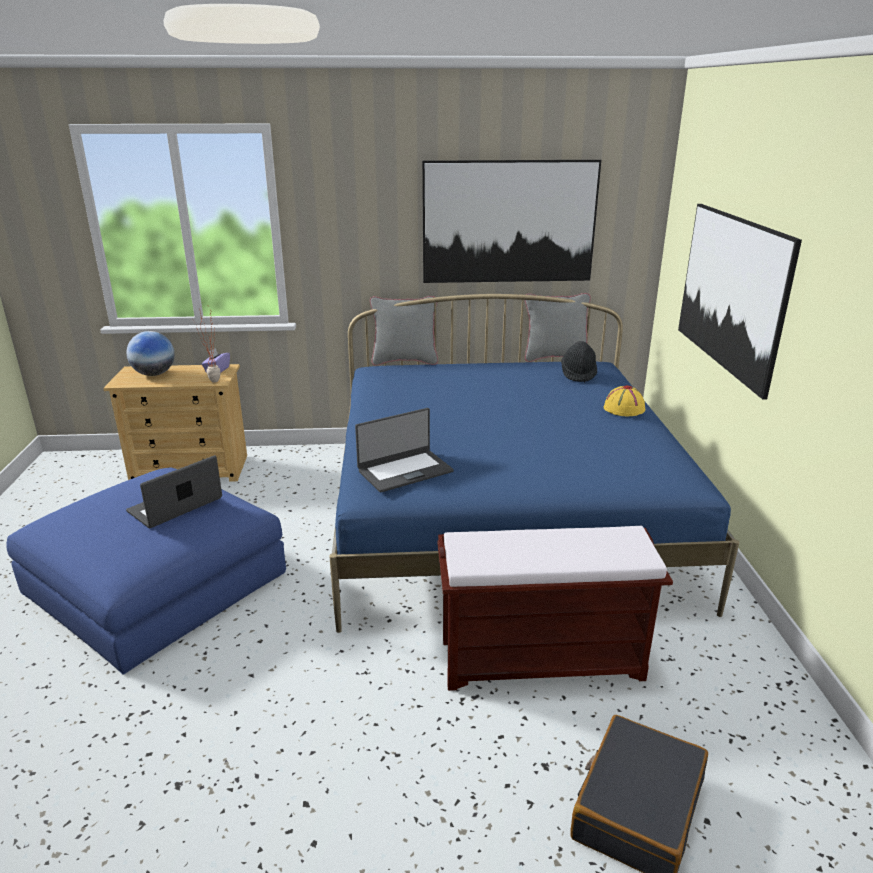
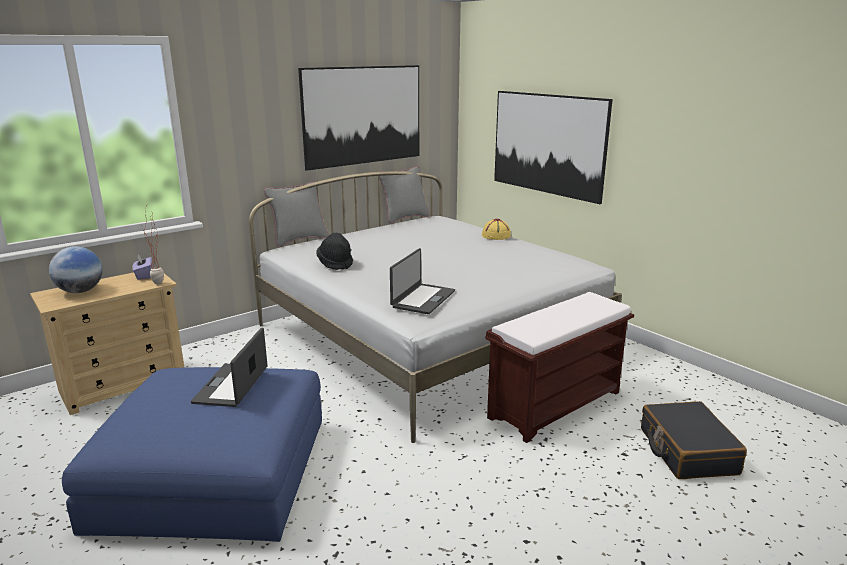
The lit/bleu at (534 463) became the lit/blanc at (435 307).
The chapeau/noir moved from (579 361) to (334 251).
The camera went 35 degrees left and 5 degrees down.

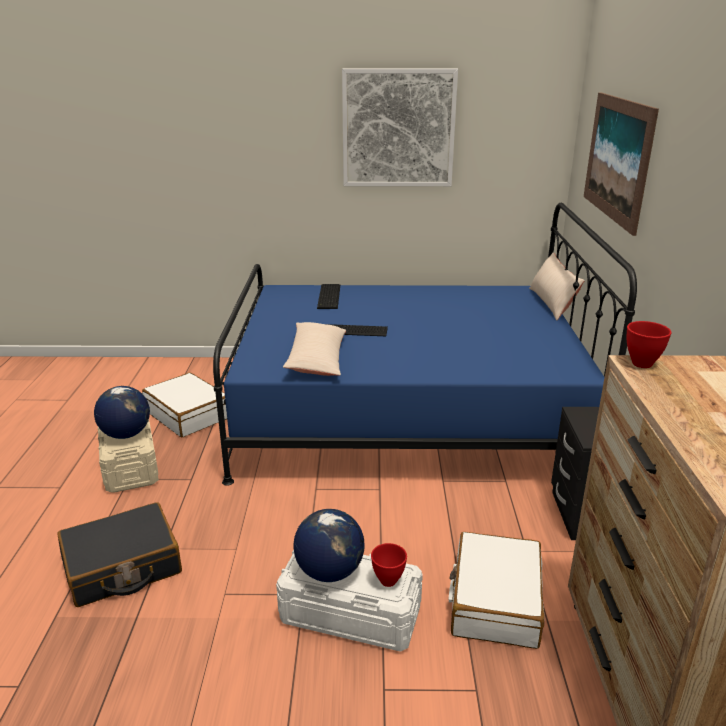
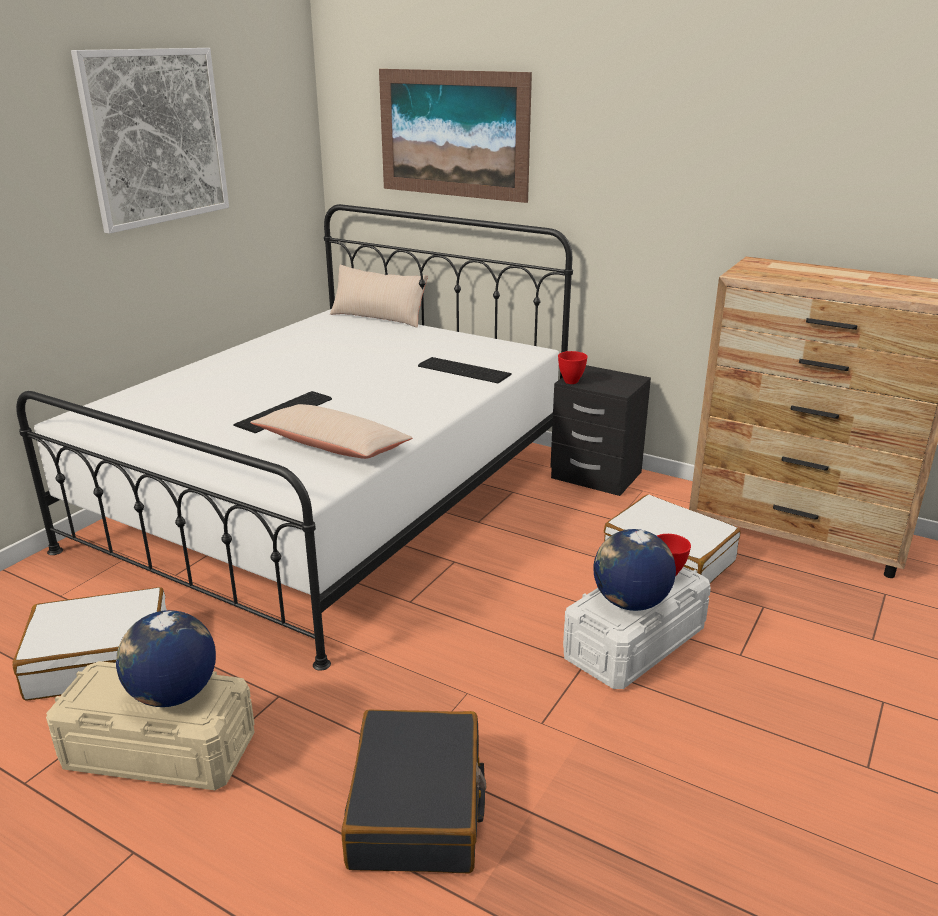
The lit/bleu at (425 344) became the lit/blanc at (294 437).
The clavier moved from (328 296) to (465 370).
The bol/rouge moved from (649 344) to (572 367).
The camera went 60 degrees left and 0 degrees up.

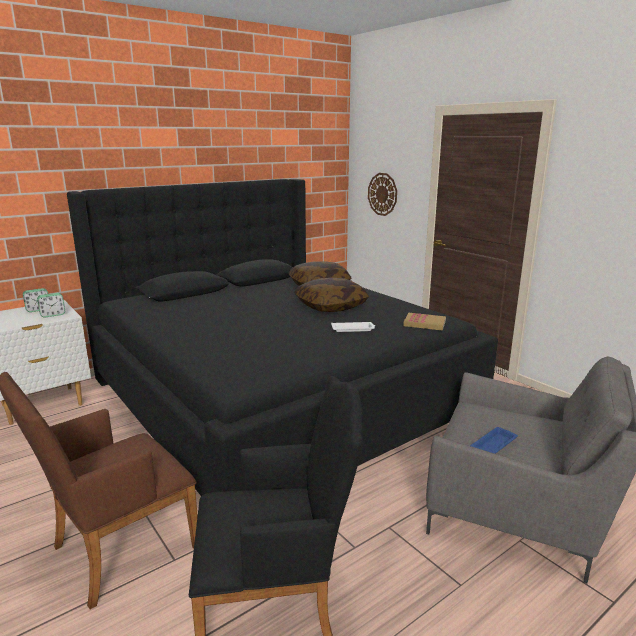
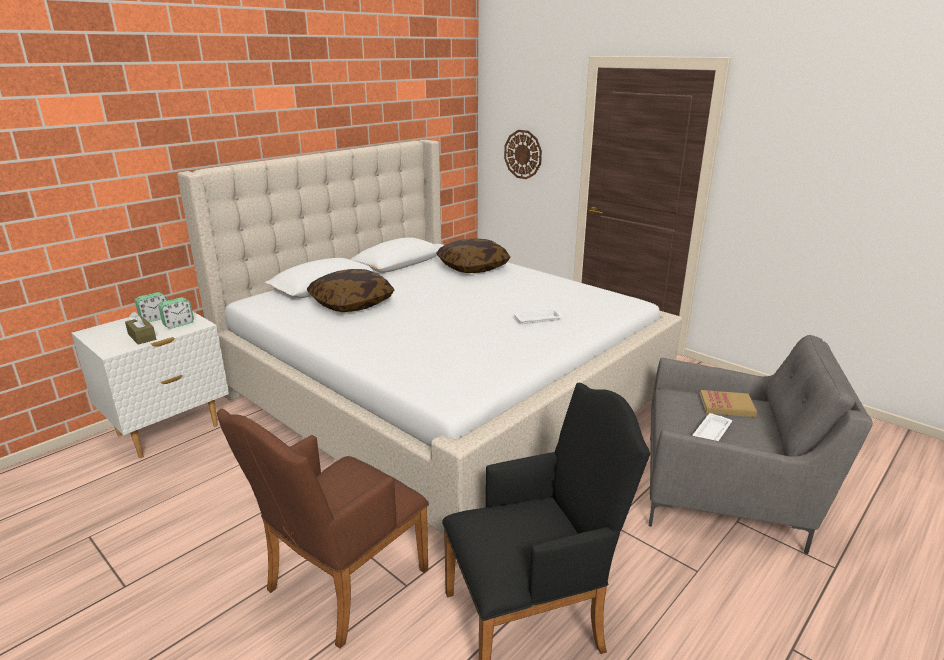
The boîte à mouchoirs/marron at (140 328) appeared.
The lit/noir at (282 337) became the lit/beige at (429 337).
The coussin moved from (331 295) to (350 290).
The plateau/bleu at (494 440) became the plateau/blanc at (712 427).
The livre moved from (424 322) to (728 403).
The camera went 10 degrees left and 5 degrees up.

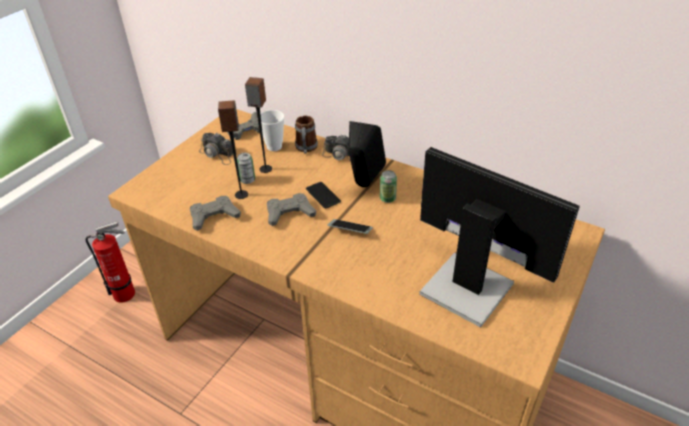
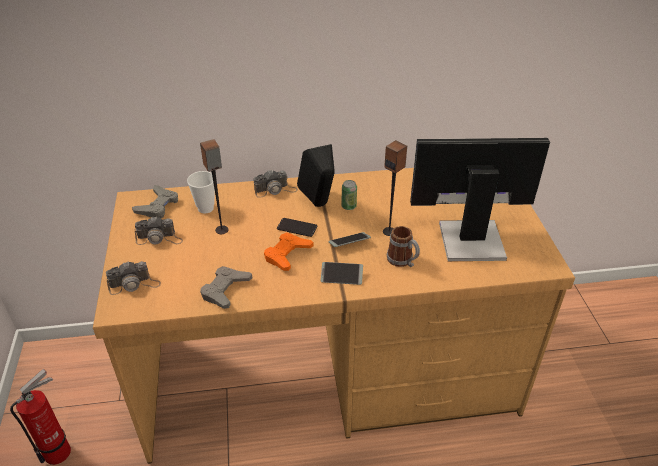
The appareil photo at (133 278) appeared.
The manette/gris at (291 209) became the manette/orange at (288 251).
The téléphone at (342 273) appeared.
The enceinte moved from (233 149) to (395 188).
The mug moved from (306 135) to (403 246).
The boîte métallique at (246 168) disappeared.
The camera went 40 degrees left and 0 degrees up.

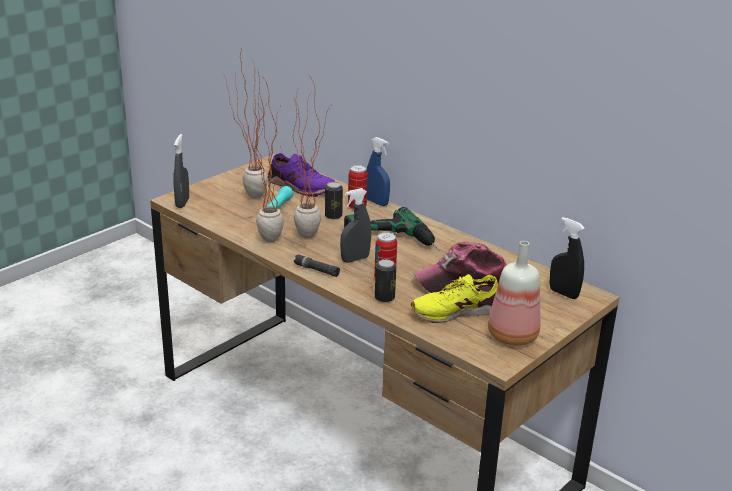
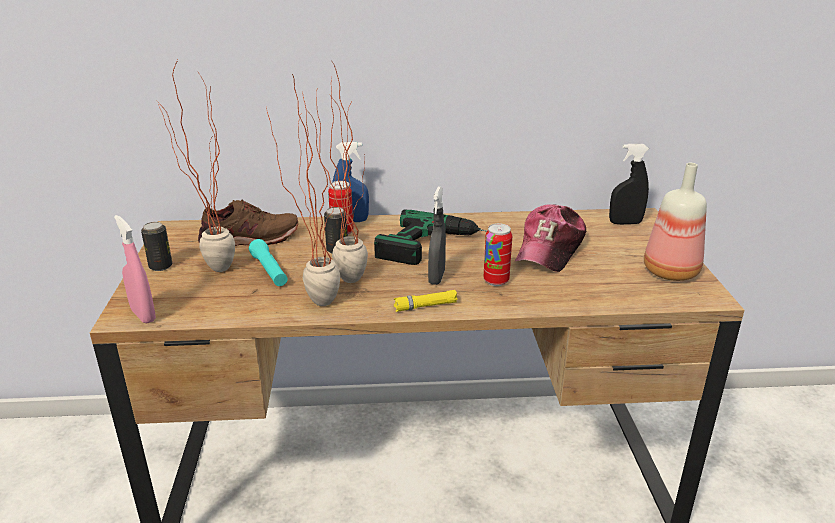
The vaporisateur/gris at (181 171) became the vaporisateur/rose at (135 269).
The boîte métallique moved from (385 281) to (156 246).
The chaussure/violet at (301 175) became the chaussure/marron at (248 223).
The lampe de poche/noir at (317 265) became the lampe de poche/jaune at (426 301).
The chaussure/jaune at (454 298) disappeared.
The camera went 45 degrees left and 0 degrees up.

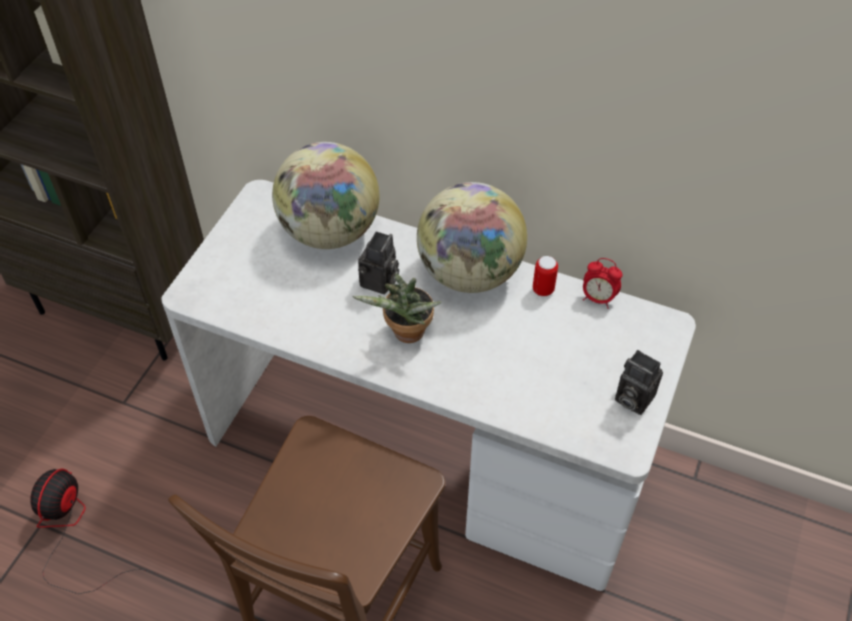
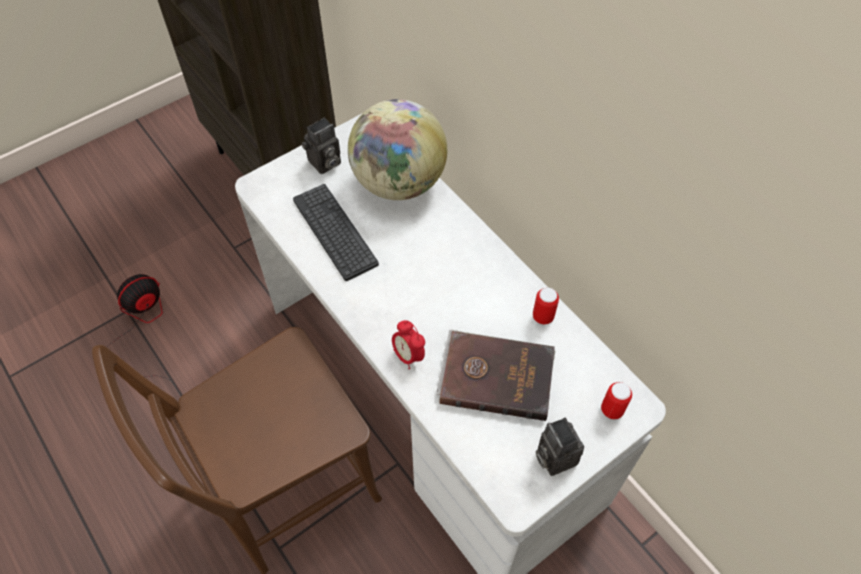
The clavier at (336 232) appeared.
The appareil photo moved from (378 262) to (321 145).
The réveil moved from (602 283) to (408 345).
The livre/marron at (496 375) appeared.
The boîte métallique at (616 401) appeared.
The plante en pot at (397 308) disappeared.
The globe at (472 237) disappeared.
The camera went 30 degrees right and 5 degrees up.

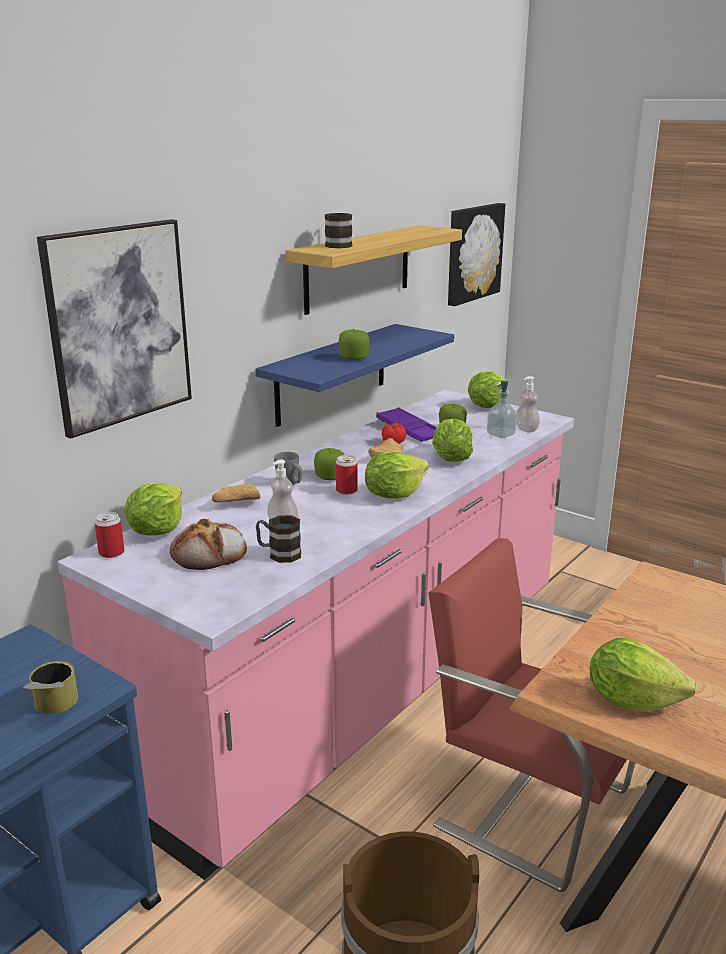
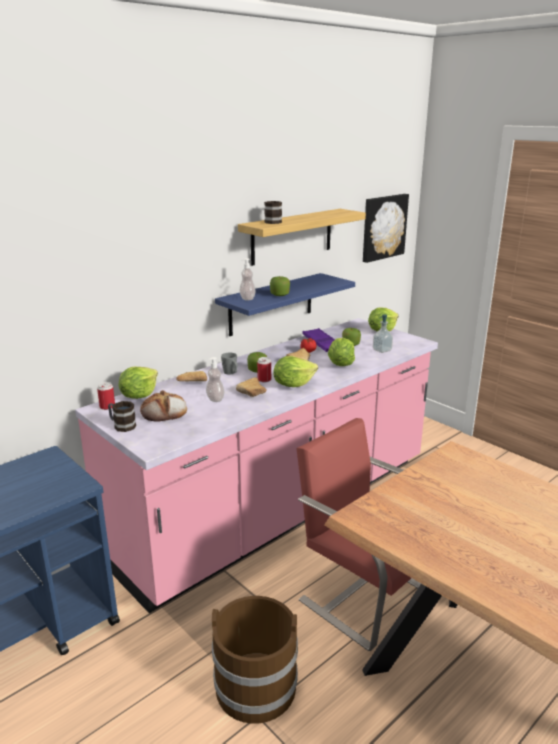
The mug moved from (278 539) to (122 416).
The pain at (251 387) appeared.
The distributeur de savon moved from (528 404) to (247 279).
The boîte métallique at (51 687) disappeared.
The tableau at (114 329) disappeared.
The laitue at (643 674) disappeared.
The camera went 10 degrees right and 0 degrees up.

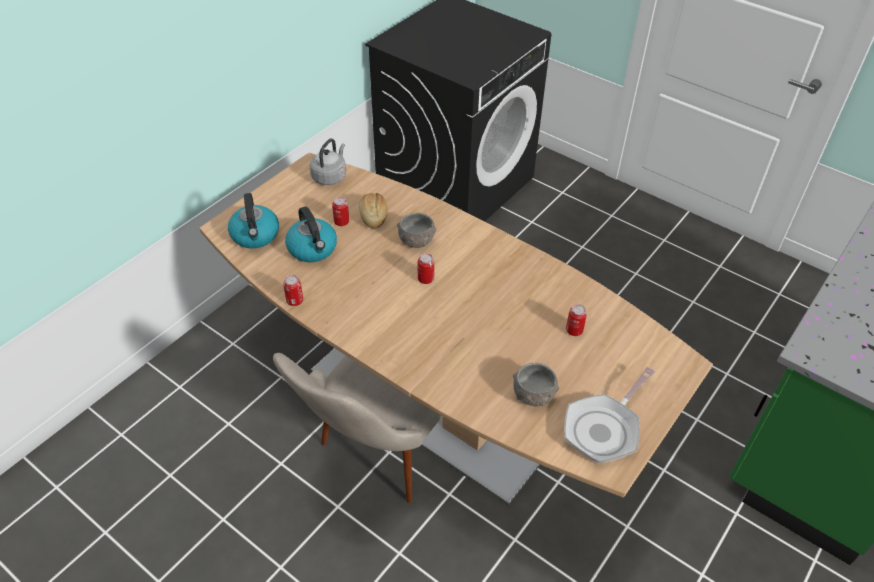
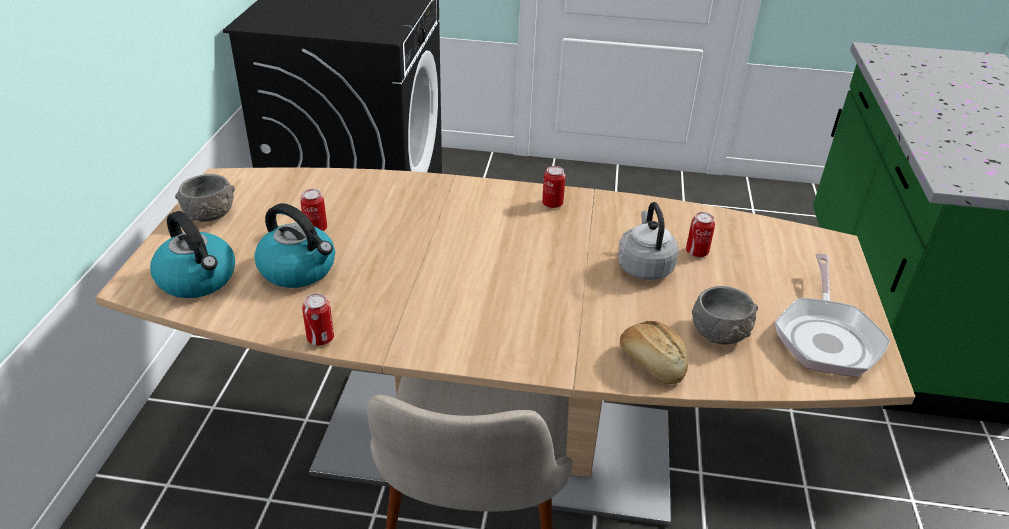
The bol/gris moved from (416 230) to (205 198).
The boîte métallique moved from (426 268) to (554 187).
The bouilloire/gris moved from (328 162) to (648 241).
The pain moved from (373 211) to (654 352).
The camera went 30 degrees left and 10 degrees down.

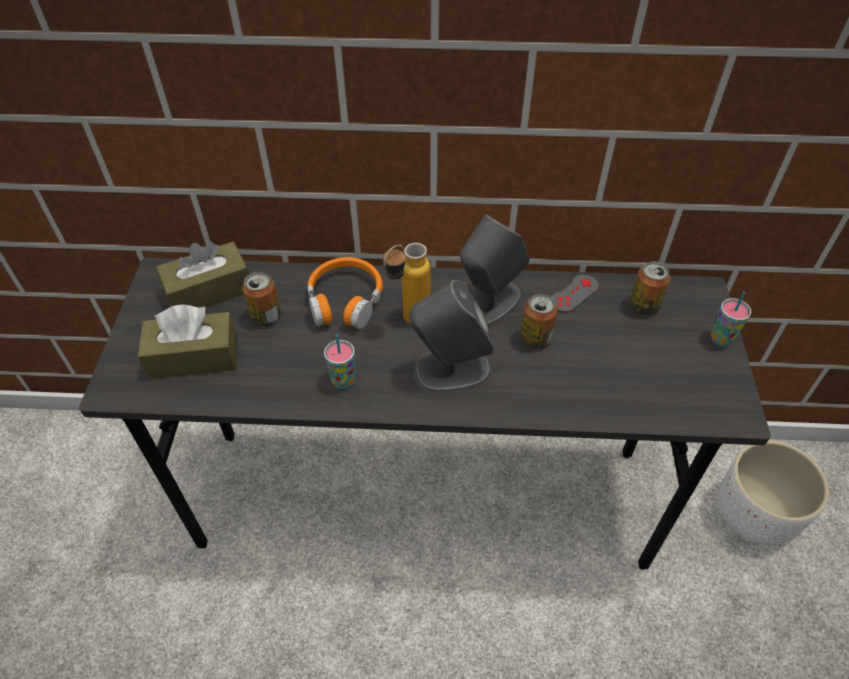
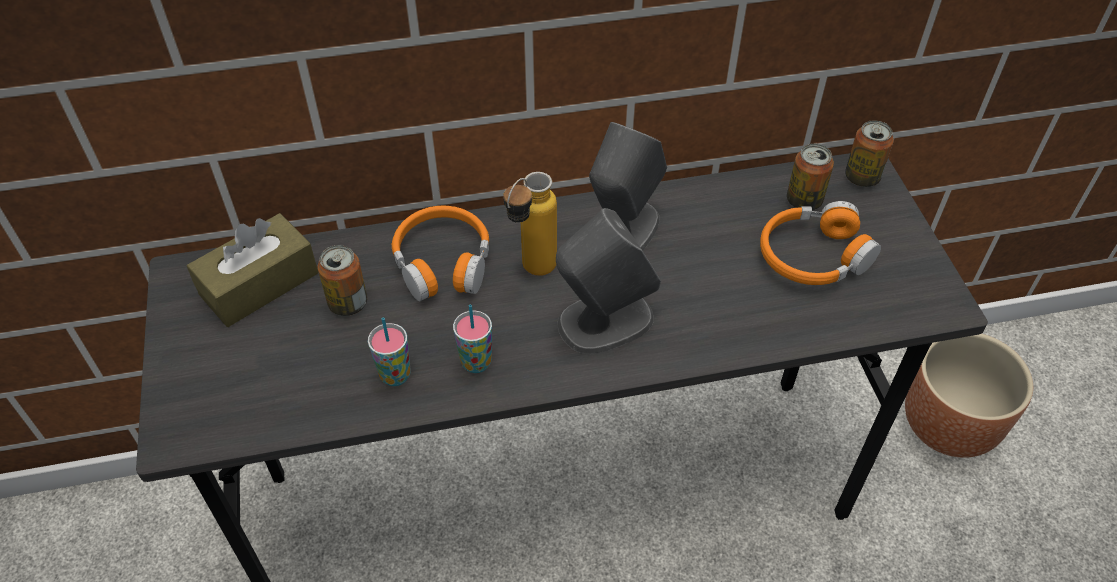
The tasse moved from (731 319) to (389 352).
The casque audio/orange at (820 243) appeared.
The boîte métallique moved from (538 321) to (869 153).
The cache-pot/blanc at (773 492) became the cache-pot/marron at (969 396).
The boîte à mouchoirs/marron at (187 342) disappeared.
The manette/gris at (575 293) disappeared.
The camera went 15 degrees left and 0 degrees up.

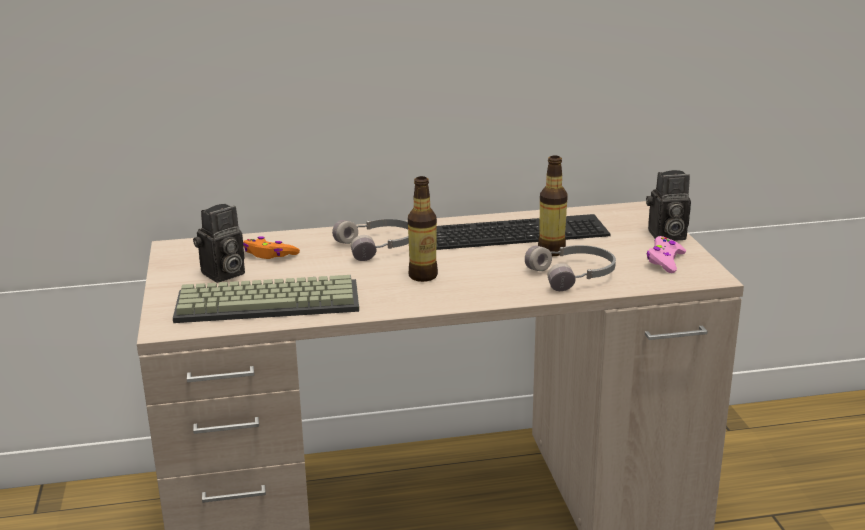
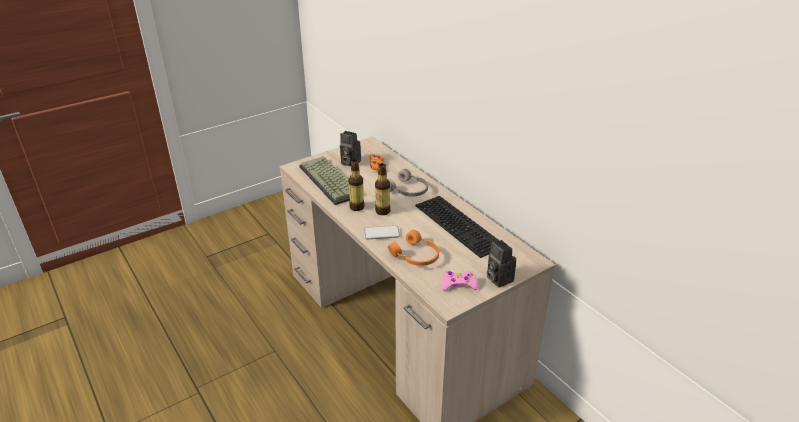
The bouteille moved from (553 205) to (356 185).
The téléphone at (382 232) appeared.
The casque audio/gris at (570 268) became the casque audio/orange at (413 248).
The camera went 65 degrees right and 10 degrees up.

